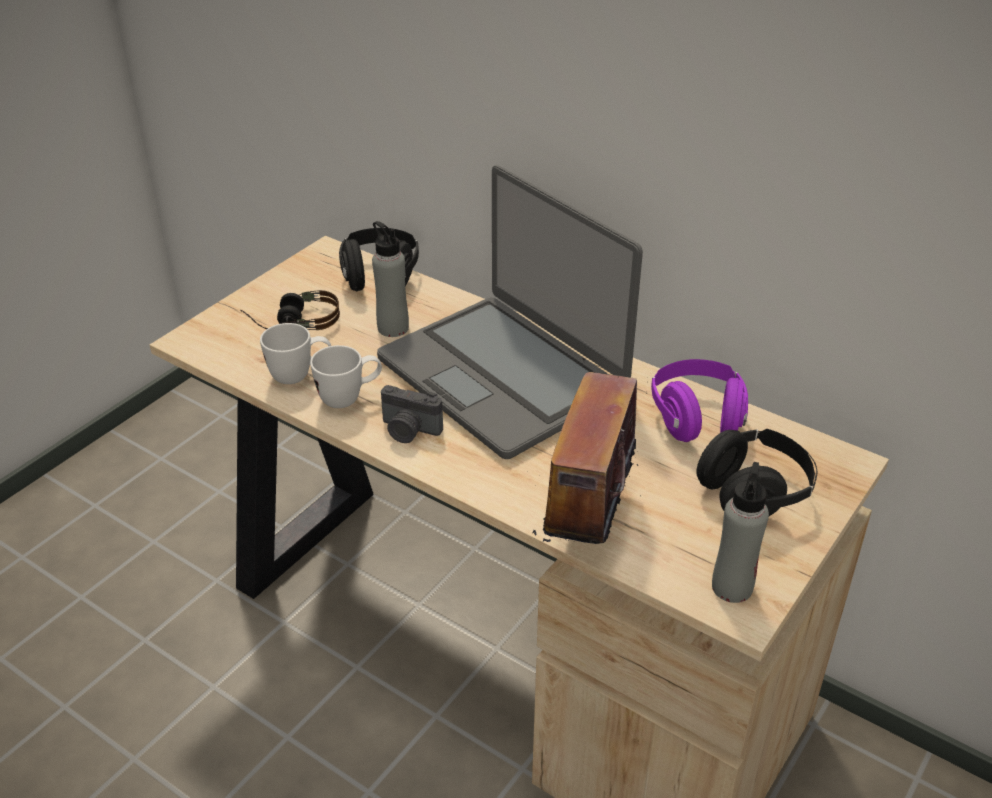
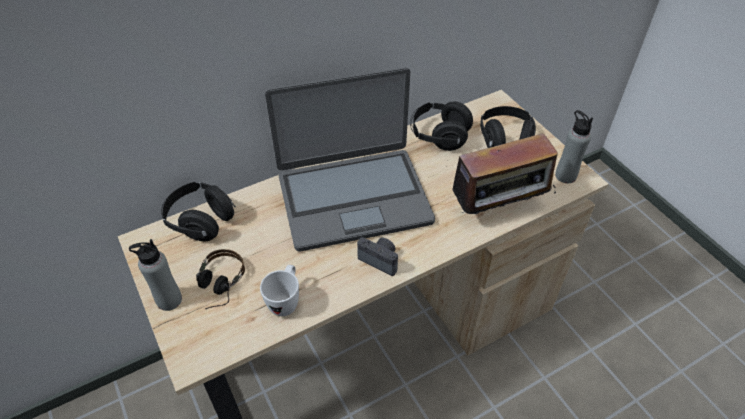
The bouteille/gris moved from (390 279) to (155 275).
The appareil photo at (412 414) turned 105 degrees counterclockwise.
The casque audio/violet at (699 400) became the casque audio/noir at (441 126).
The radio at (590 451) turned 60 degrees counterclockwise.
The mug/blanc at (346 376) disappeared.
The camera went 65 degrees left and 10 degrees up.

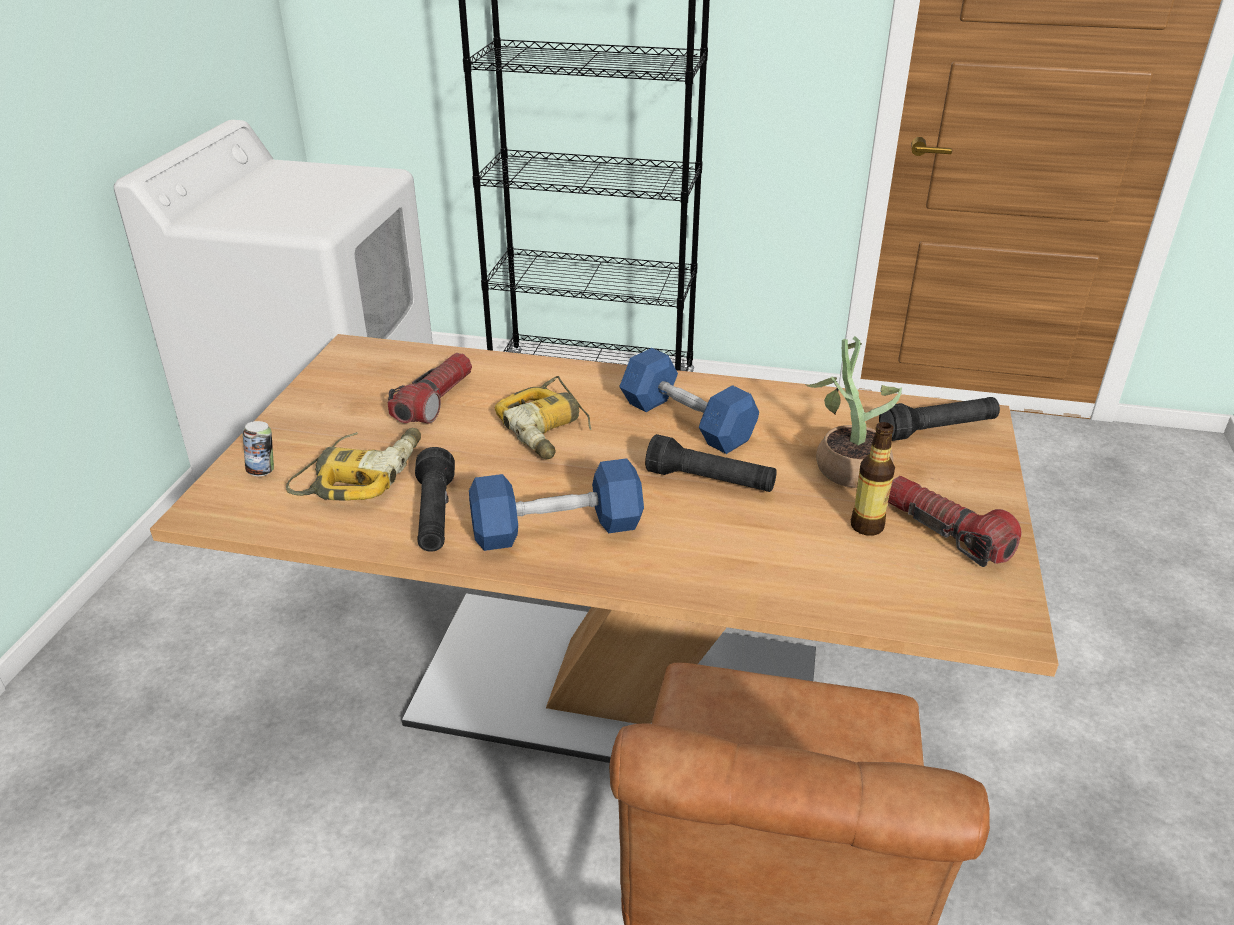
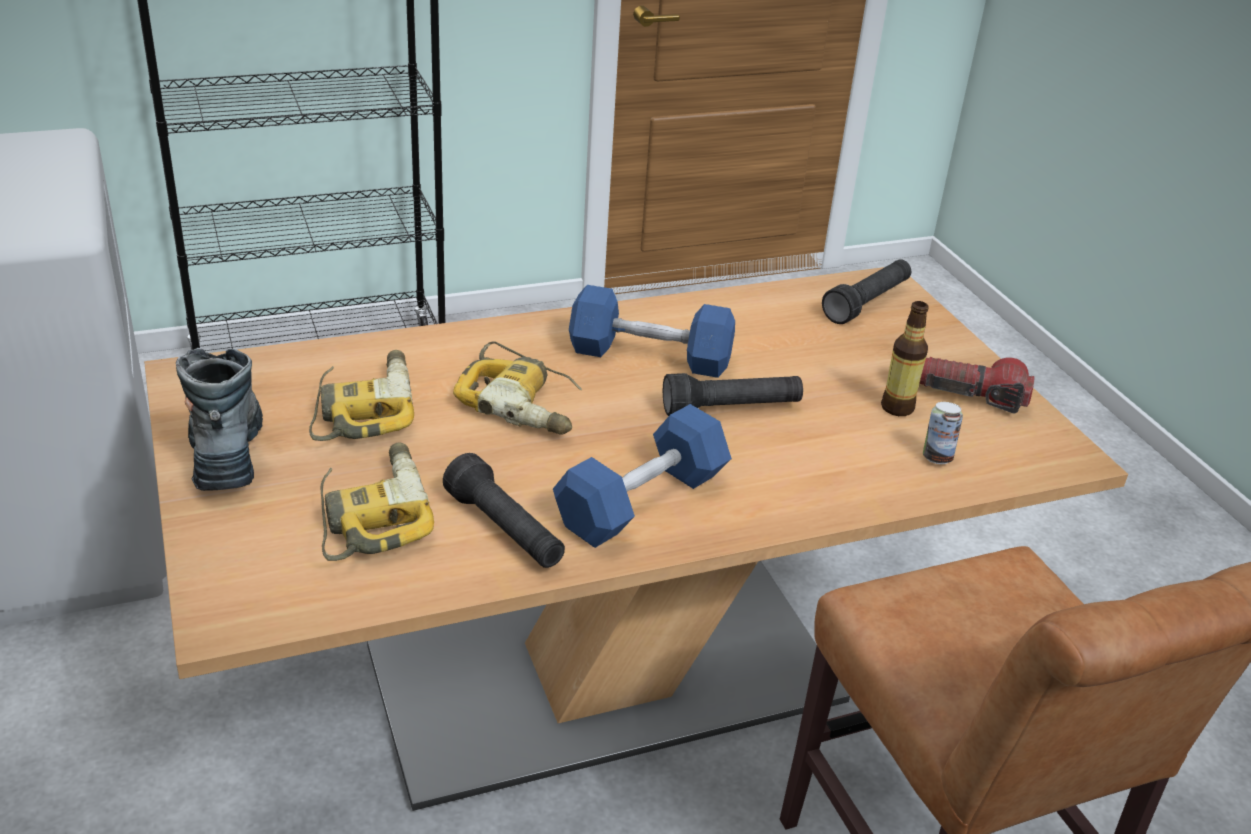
The botte at (219 419) appeared.
The lampe de poche at (430 388) was replaced by the perceuse at (361 395).
The boîte métallique moved from (258 448) to (943 433).
The plante en pot at (854 412) disappeared.
The camera went 35 degrees left and 0 degrees up.

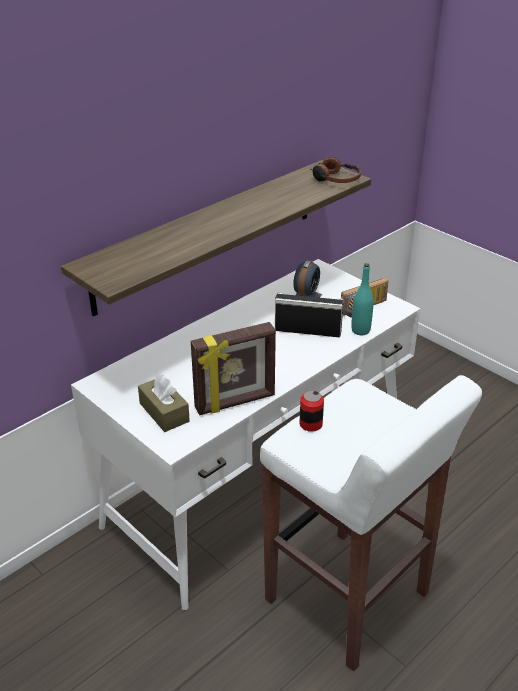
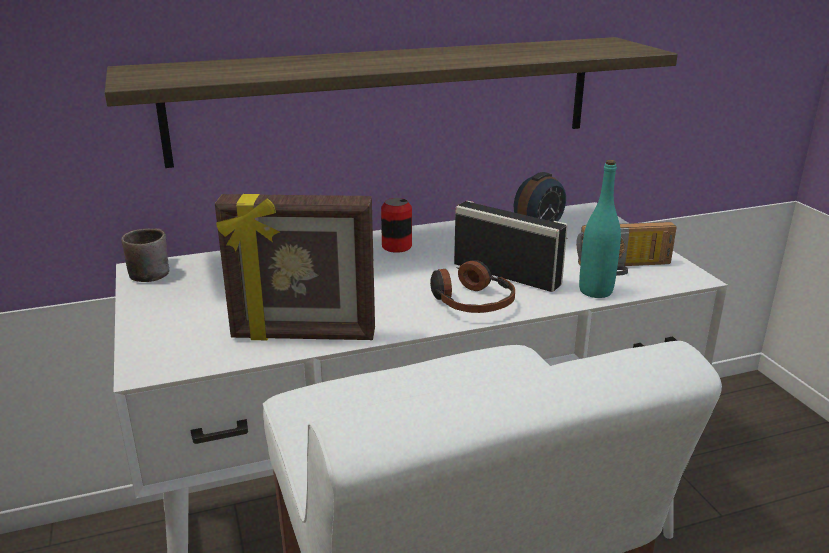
The mug/marron at (145 255) appeared.
The boîte métallique moved from (311 411) to (396 225).
The casque audio moved from (336 170) to (472 286).
The boîte à mouchoirs/marron at (164 403) disappeared.
The camera went 25 degrees right and 10 degrees down.

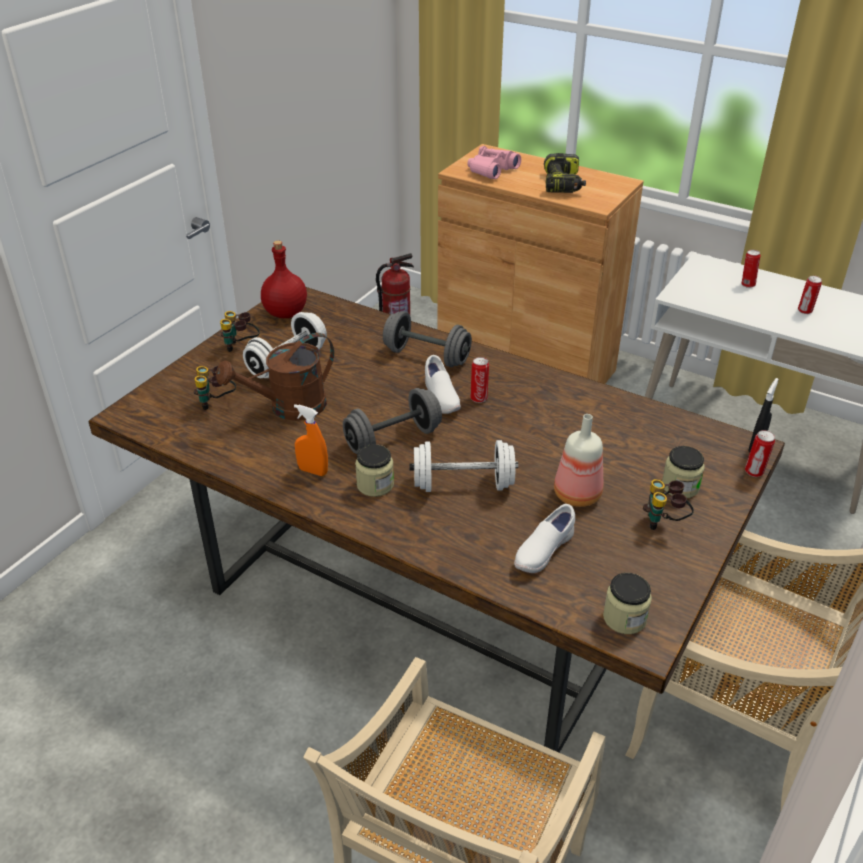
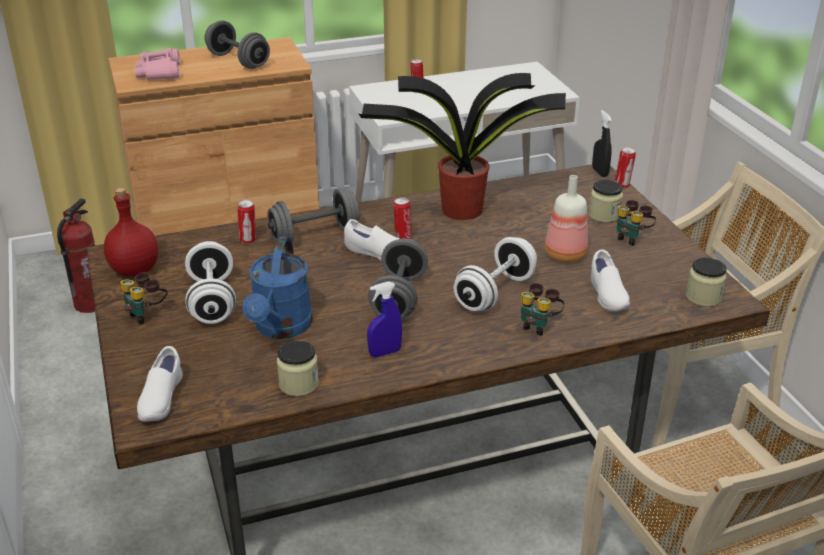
The chaussure/blanc at (160 384) appeared.
The perceuse at (565 173) was replaced by the haltère/gris at (237 44).
The boîte métallique moved from (810 295) to (246 222).
The arrosoir/marron at (275 377) became the arrosoir/bleu at (277 287).
The bocal moved from (374 470) to (298 368).
The plante en pot at (462 146) appeared.
The vaporisateur/orange at (311 440) became the vaporisateur/bleu at (384 319).
The jumelles moved from (215 388) to (542 309).
The camera went 50 degrees left and 5 degrees down.

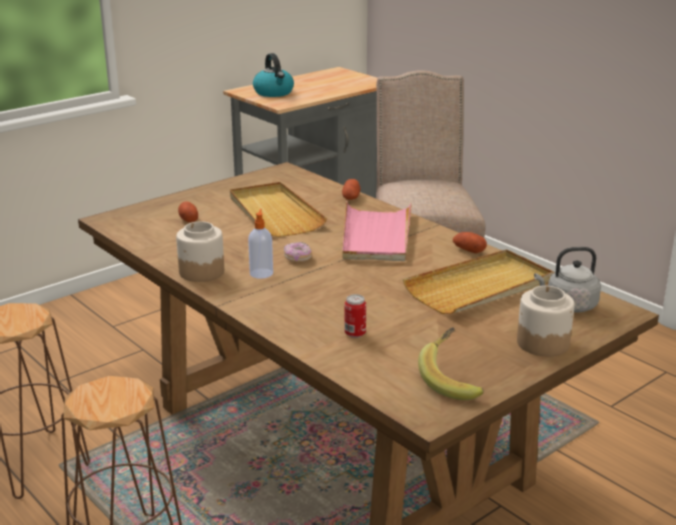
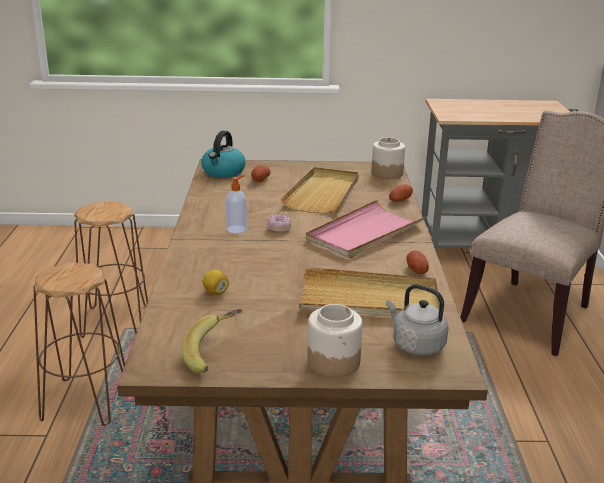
The bouilloire moved from (273 75) to (223 154).
The boîte métallique at (355 316) was replaced by the citron at (216 282).
The bocal moved from (200 251) to (388 158).
The camera went 40 degrees right and 0 degrees up.

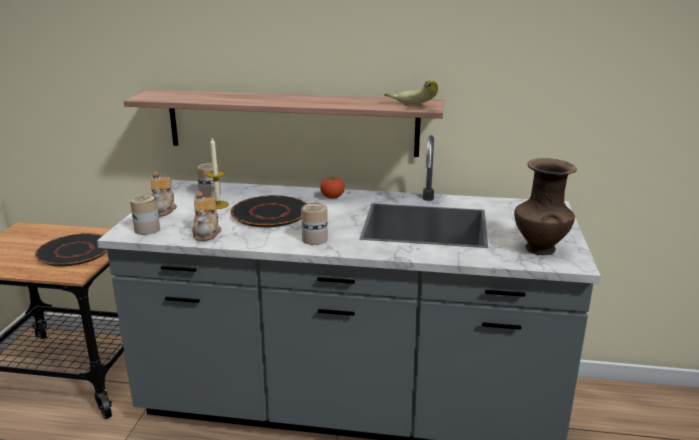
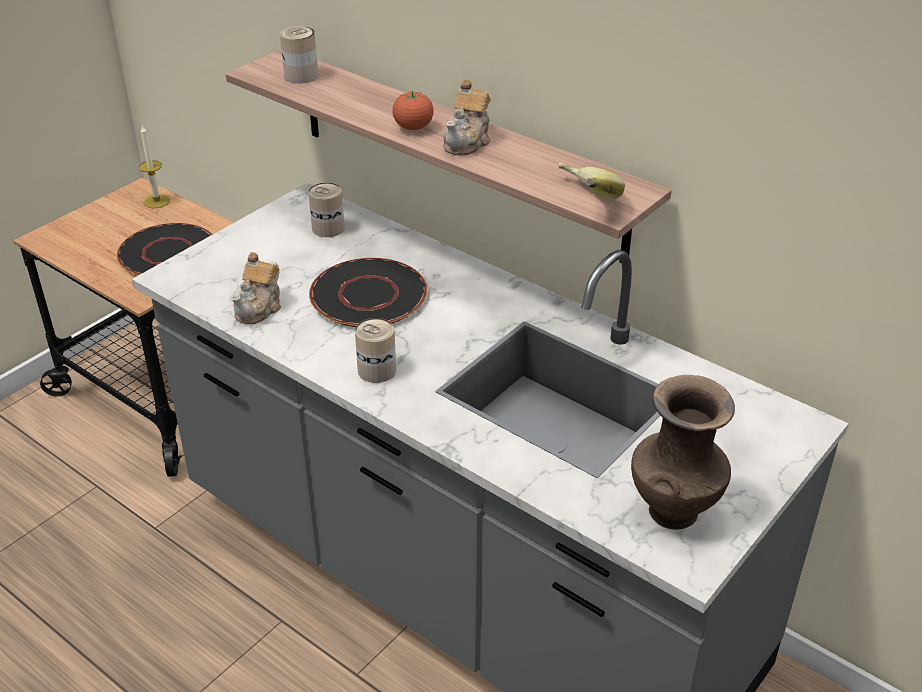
The bougie moved from (217 173) to (154 166).
The boîte métallique moved from (145 214) to (299 54).
The tomate moved from (332 187) to (413 110).
The théière moved from (164 194) to (467 117).
The camera went 30 degrees right and 15 degrees up.

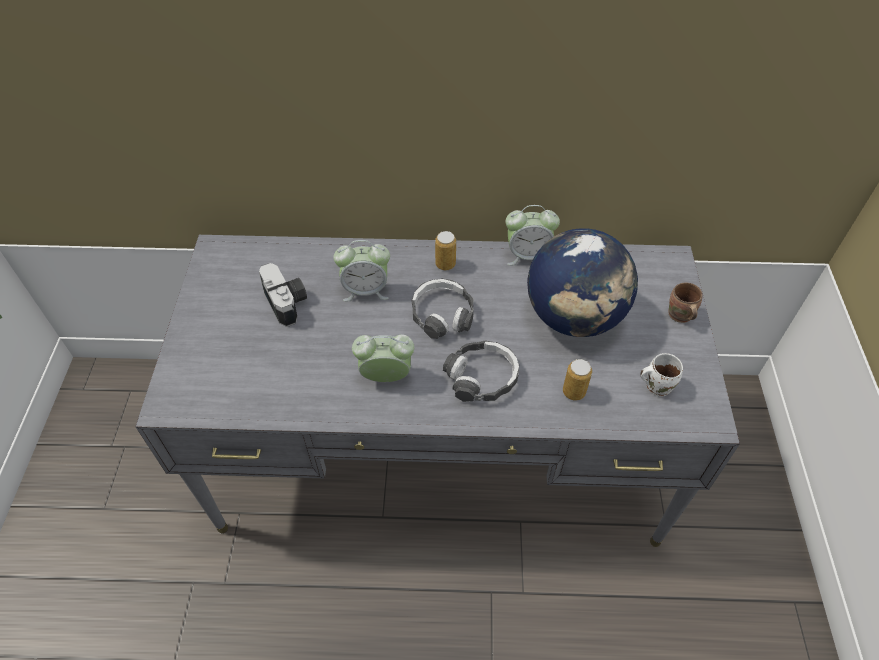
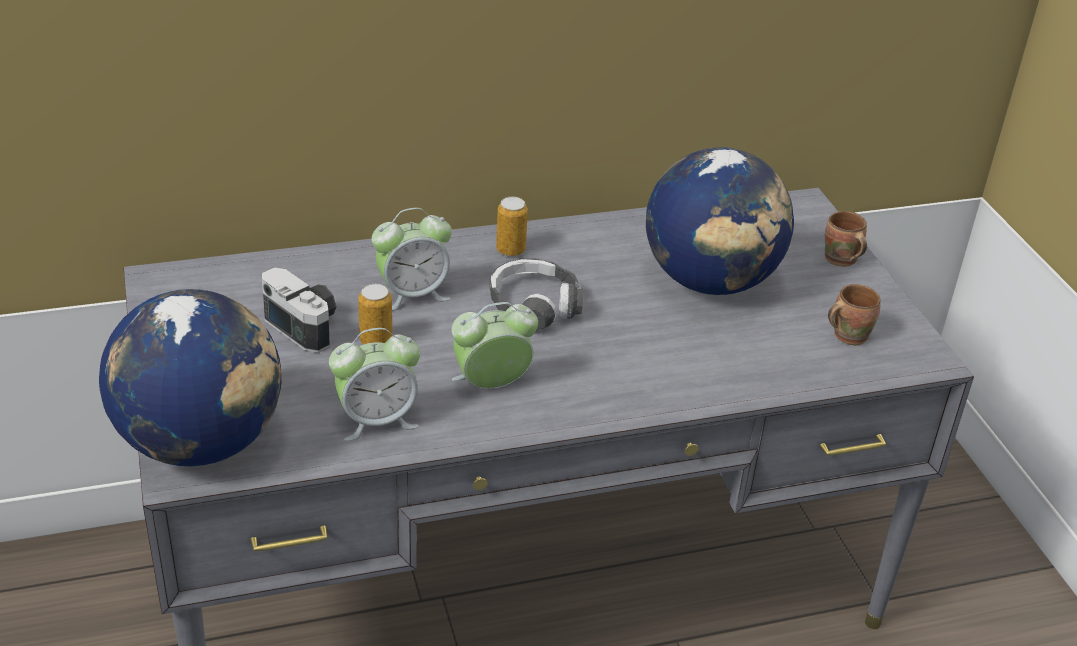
The globe at (190 377) appeared.
The réveil moved from (532 235) to (374 384).
The boîte métallique moved from (577 380) to (375 314).
The mug/blanc at (661 375) became the mug/marron at (854 314).
The casque audio at (481 371) disappeared.
The camera went 20 degrees left and 15 degrees down.

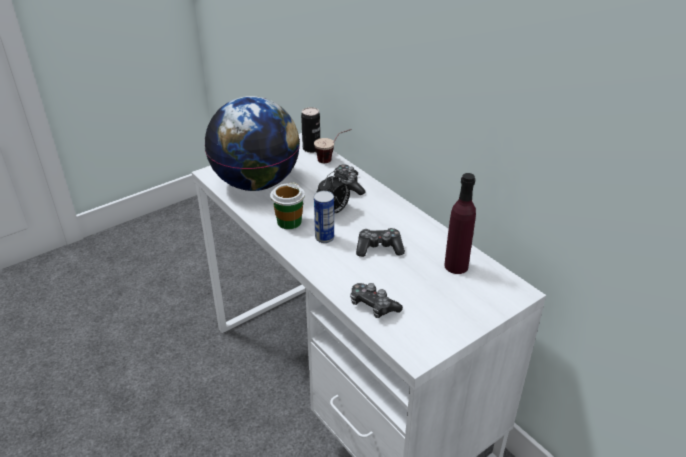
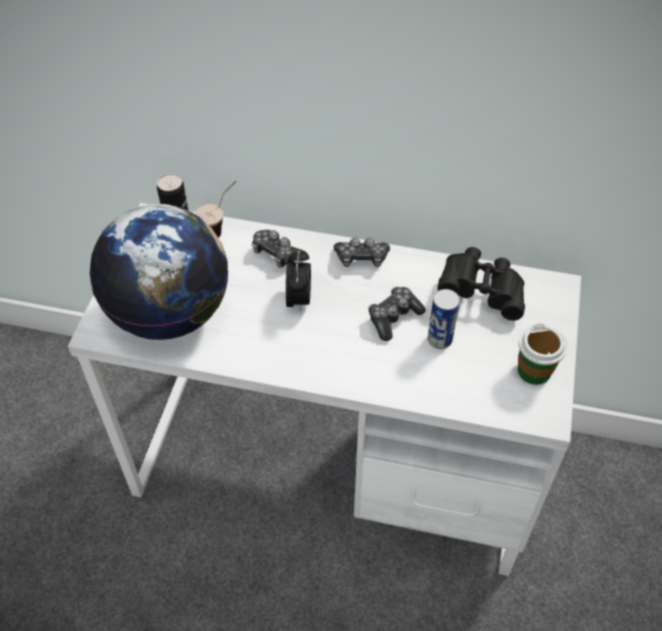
The manette moved from (376 300) to (362 252).
The boîte métallique moved from (324 217) to (444 319).
The bouteille/violet at (460 223) was replaced by the jumelles/noir at (481 284).
The tasse moved from (287 205) to (543 354).
The camera went 40 degrees left and 15 degrees up.

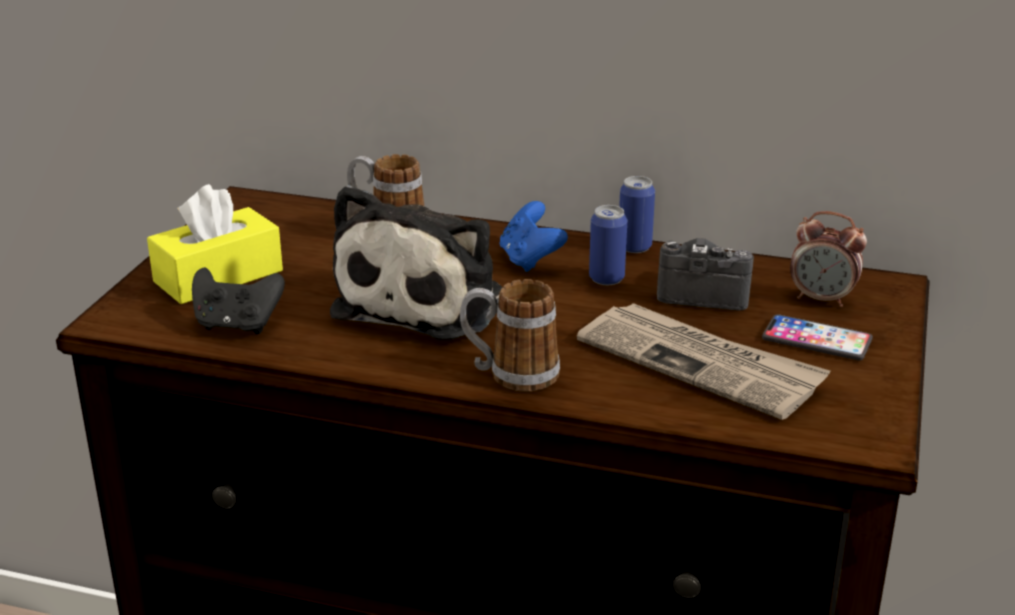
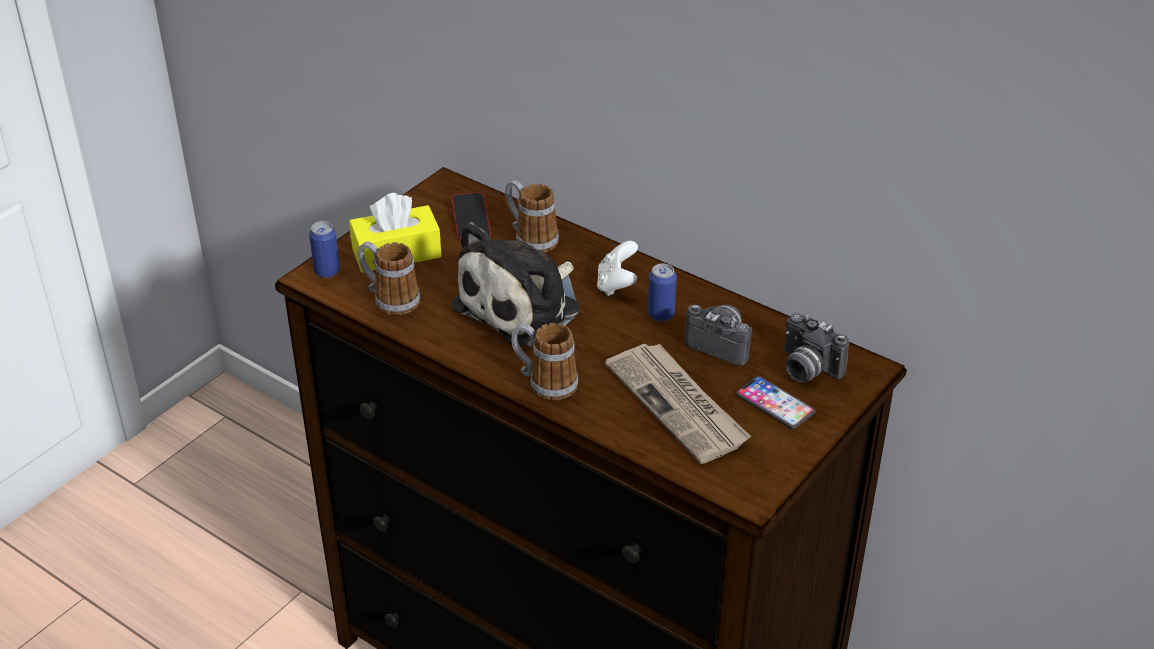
The boîte métallique moved from (637 214) to (324 249).
The manette/noir at (238 300) was replaced by the mug at (389 278).
The téléphone at (471 216) appeared.
The manette/bleu at (534 236) became the manette/blanc at (617 268).
The réveil at (828 259) was replaced by the appareil photo at (816 347).
The camera went 20 degrees right and 10 degrees up.

